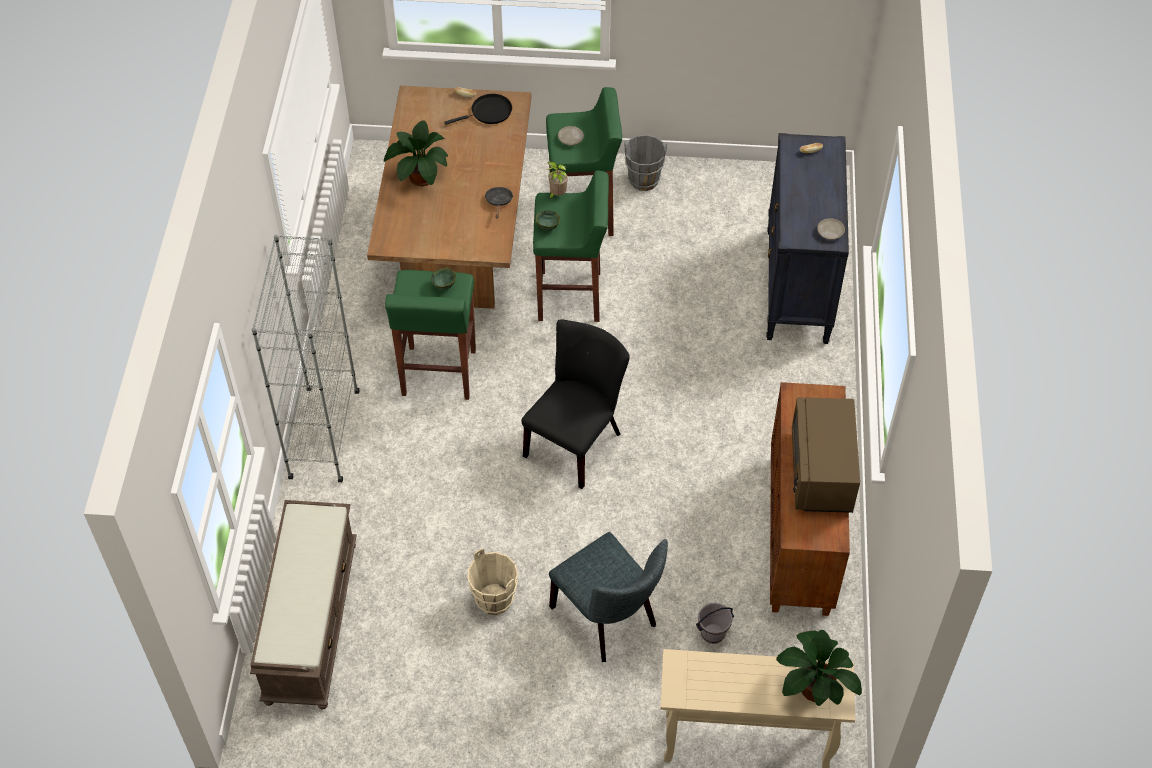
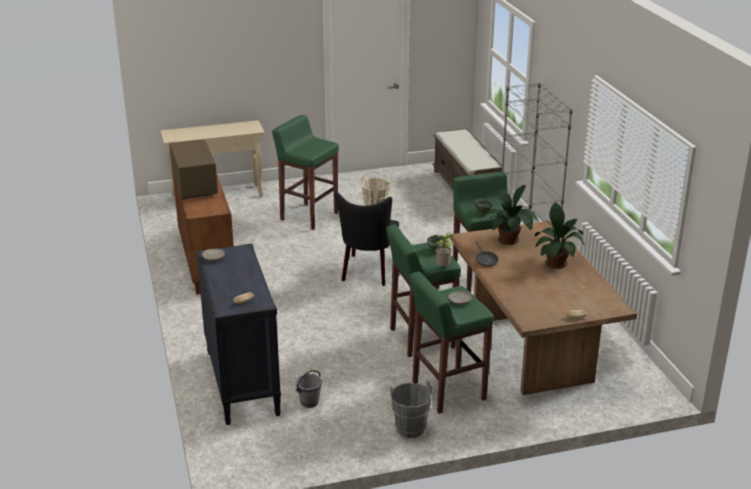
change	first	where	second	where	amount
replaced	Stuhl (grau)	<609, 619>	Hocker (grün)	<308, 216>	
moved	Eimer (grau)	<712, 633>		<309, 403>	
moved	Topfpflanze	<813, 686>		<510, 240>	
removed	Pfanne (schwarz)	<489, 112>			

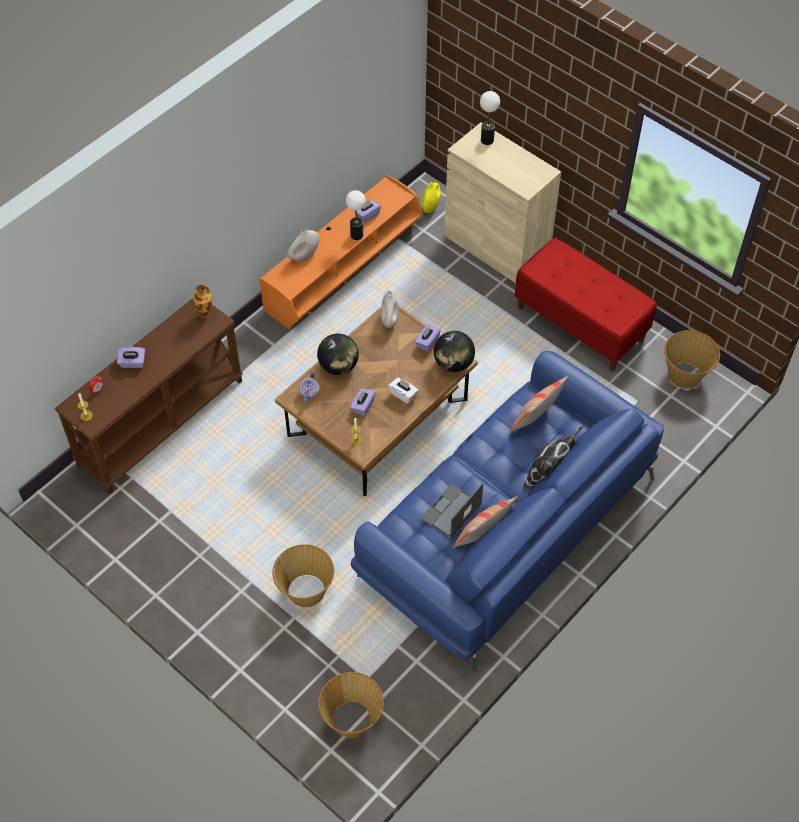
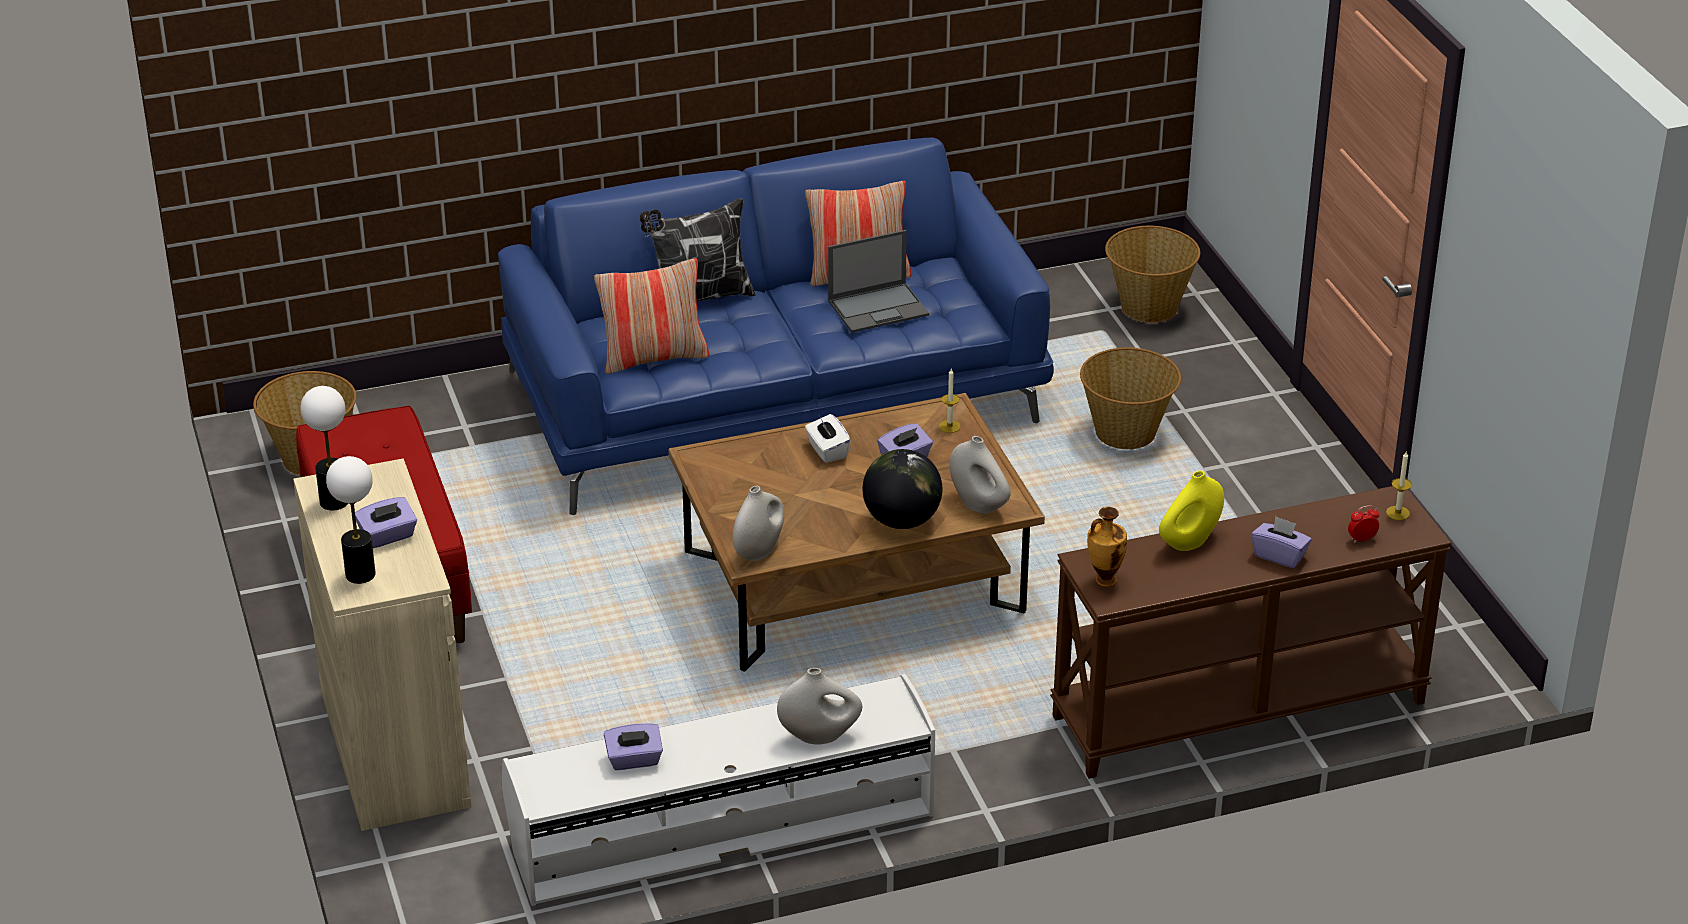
change	first	where	second	where	amount
moved	Tischlampe	<357, 235>		<334, 501>	
moved	Taschentuchbox (lila)	<427, 342>		<388, 536>	
recoloured	Fernsehschrank (orange)	<344, 270>	Fernsehschrank (weiß)	<719, 824>	
replaced	Teekanne	<309, 392>	Vase (weiß)	<979, 504>	
moved	Vase (gelb)	<430, 207>		<1189, 543>	
removed	Globus	<453, 363>			

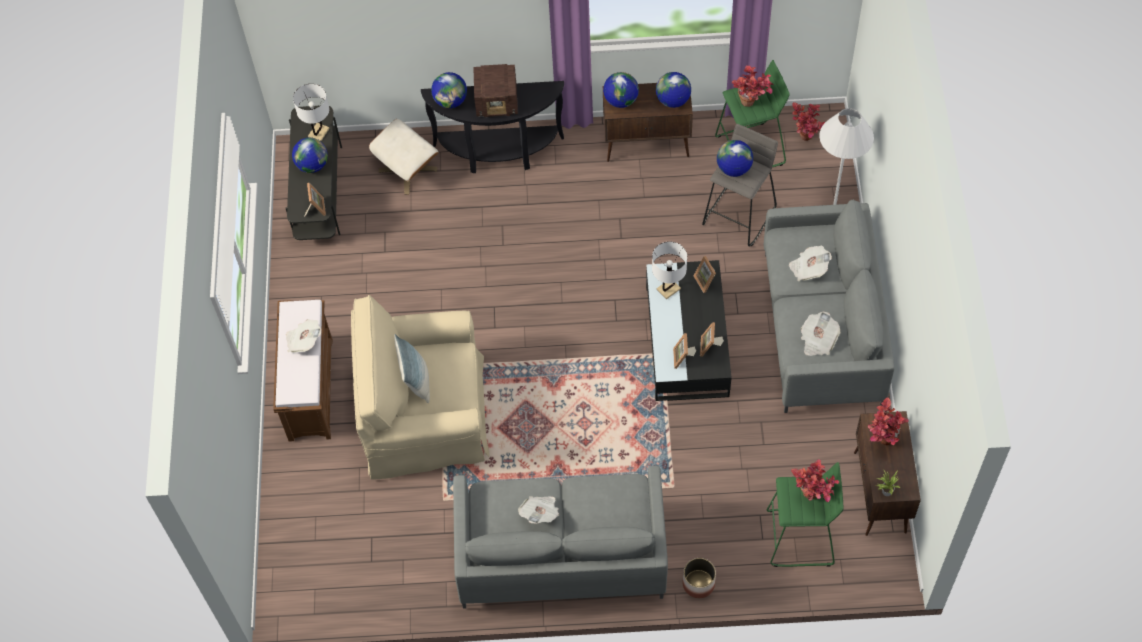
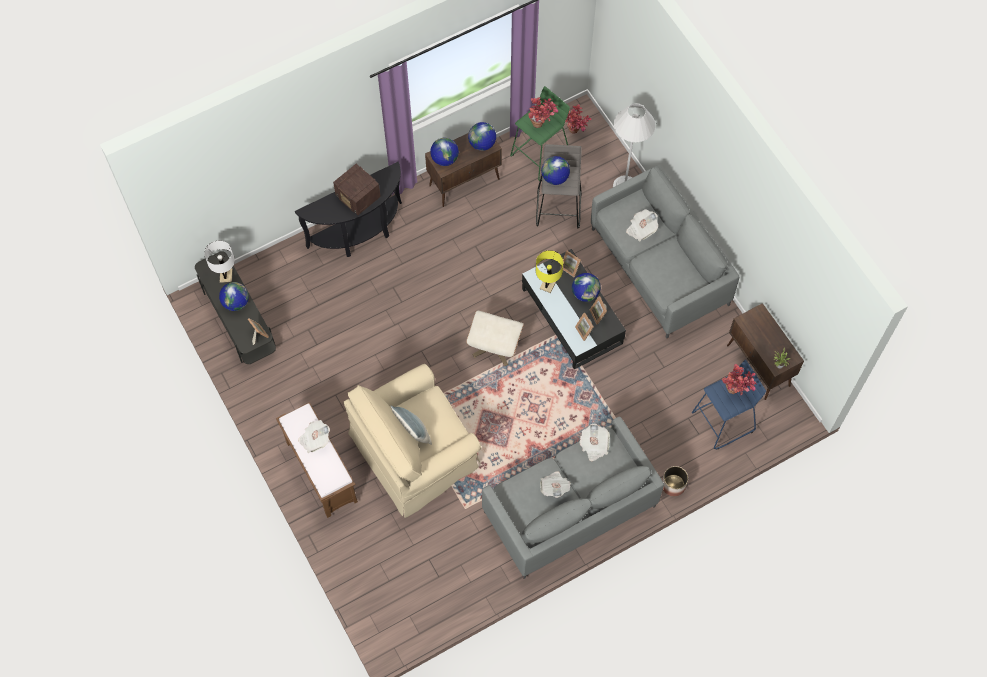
change	first	where	second	where	amount
turned	Radio	<497, 102>		<358, 197>	75 degrees clockwise
moved	Polsterhocker (beige)	<408, 170>		<495, 345>	
recoloured	Tischlampe (weiß)	<668, 289>	Tischlampe (gelb)	<548, 285>	
moved	Globus	<451, 101>		<585, 293>	
moved	Zeitung	<817, 340>		<594, 446>	
recoloured	Hocker (grün)	<800, 538>	Hocker (blau)	<723, 421>	
removed	Topfpflanze	<881, 442>			

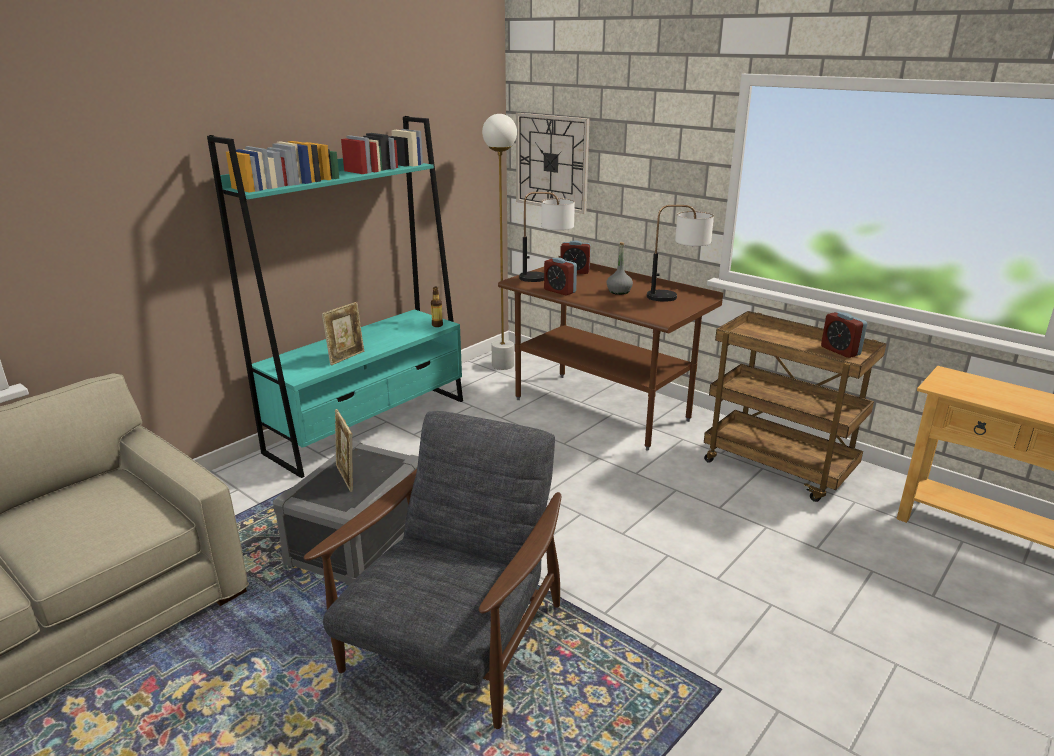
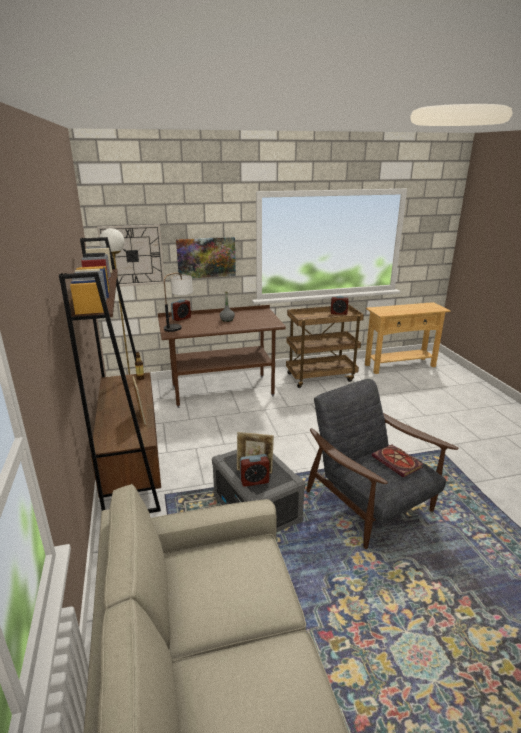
change	first	where	second	where	amount
recoloured	Bücherregal (türkis)	<369, 425>	Bücherregal (braun)	<132, 464>	
added			Bild	<206, 257>	
moved	Wecker	<559, 291>		<254, 481>	
added			Buch	<398, 462>	
removed	Tischlampe	<676, 297>			

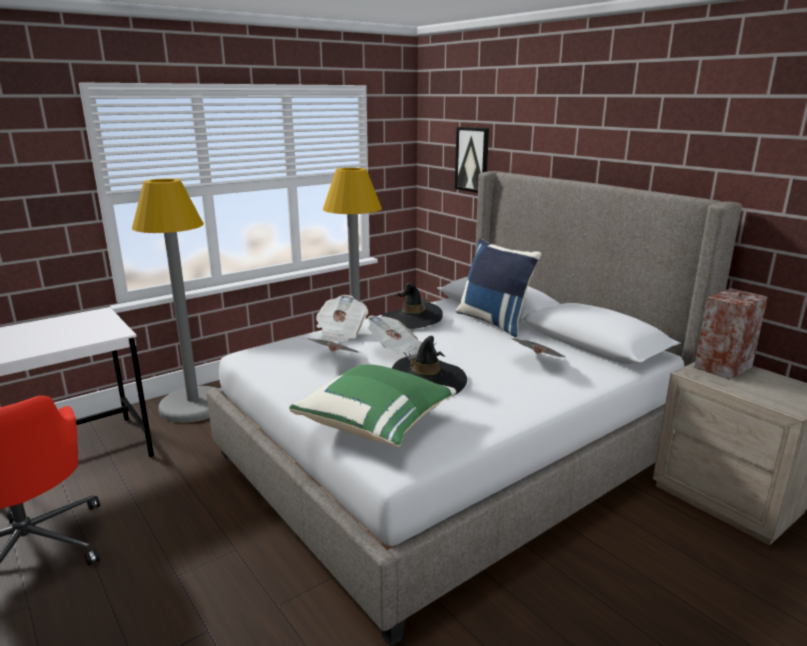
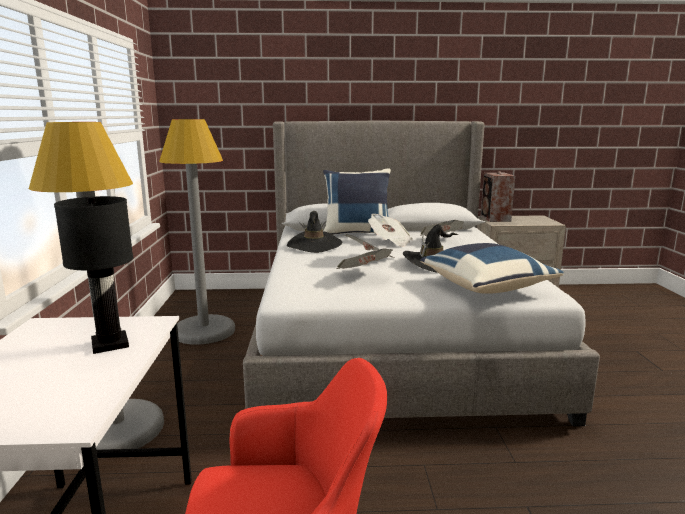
change	first	where	second	where	amount
added			Tischlampe (schwarz)	<110, 344>	
moved	Zeitung	<340, 333>		<390, 242>	
recoloured	Kissen (grün)	<377, 424>	Kissen (blau)	<485, 287>	
removed	Bild	<472, 159>			

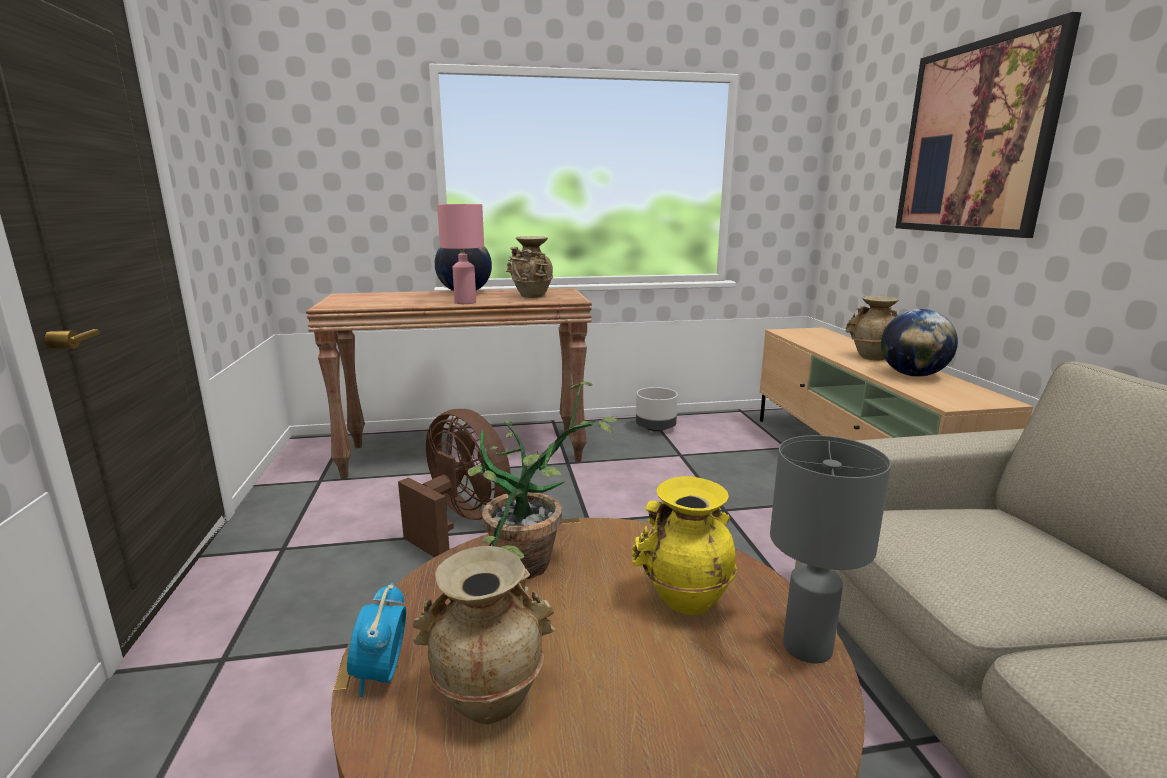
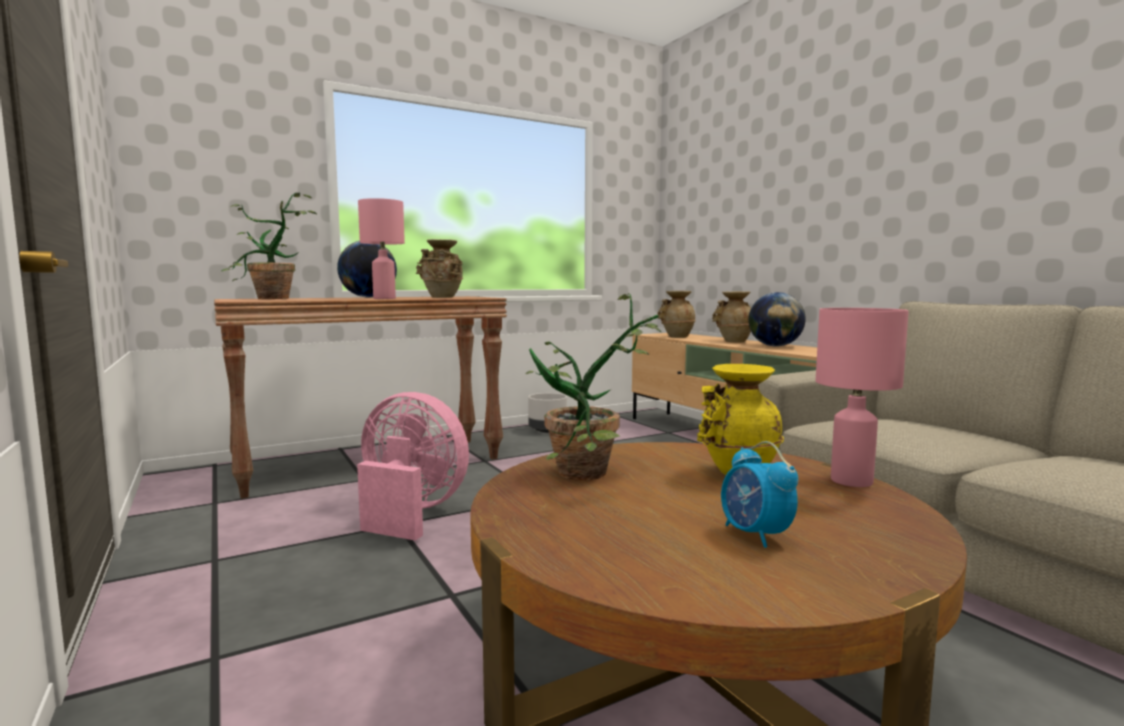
change	first	where	second	where	amount
added			Topfpflanze	<271, 299>	
recoloured	Ventilator (braun)	<460, 522>	Ventilator (rosa)	<410, 513>	
moved	Vase (beige)	<488, 697>		<677, 337>	
moved	Wecker	<381, 674>		<755, 535>	
recoloured	Tischlampe (grau)	<808, 648>	Tischlampe (rosa)	<853, 481>	
removed	Bild	<975, 139>			

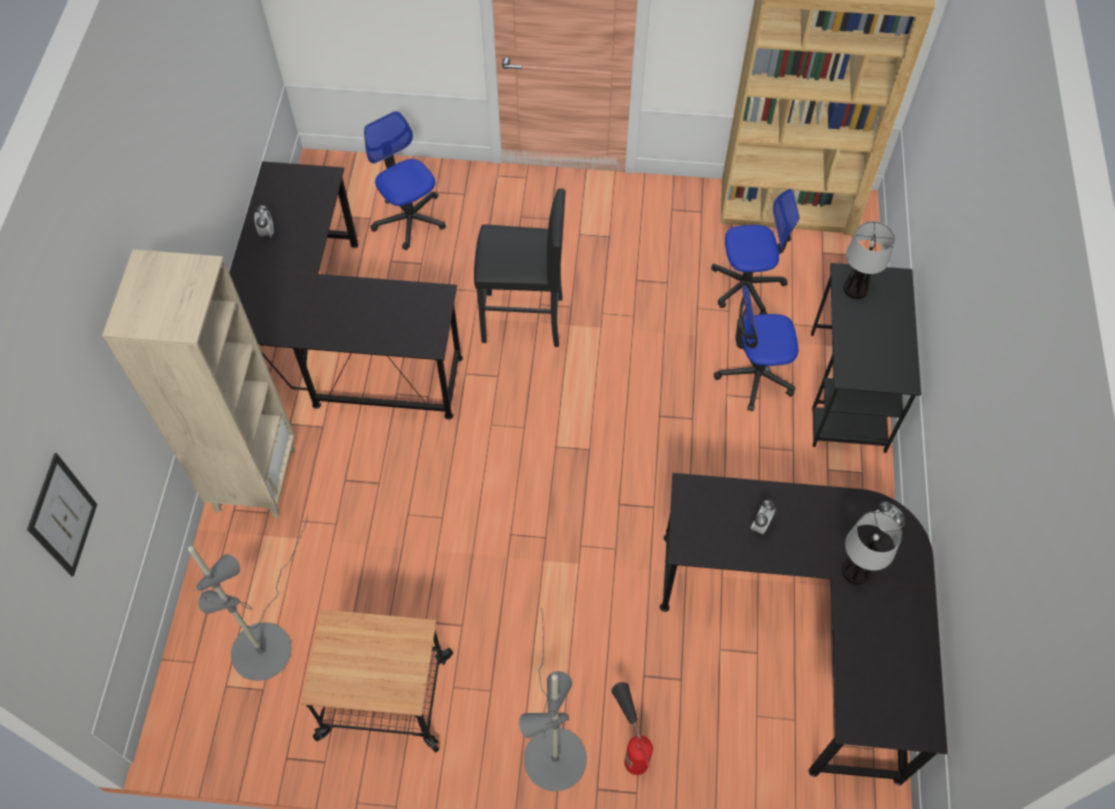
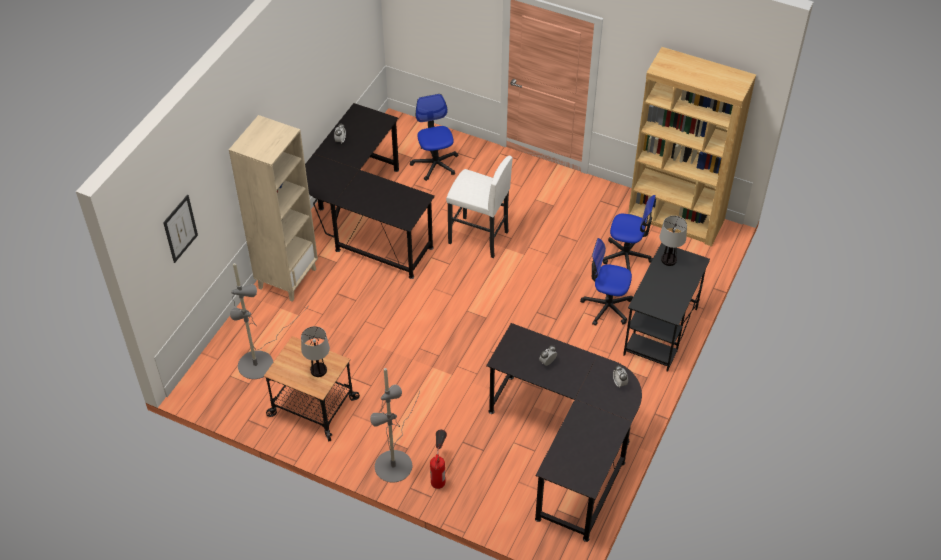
change	first	where	second	where	amount
moved	Tischlampe	<856, 572>		<318, 370>	
recoloured	Hocker (schwarz)	<522, 320>	Hocker (weiß)	<478, 238>	

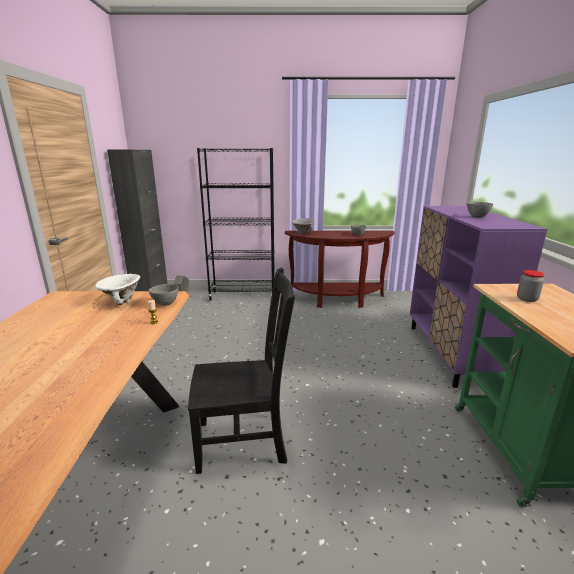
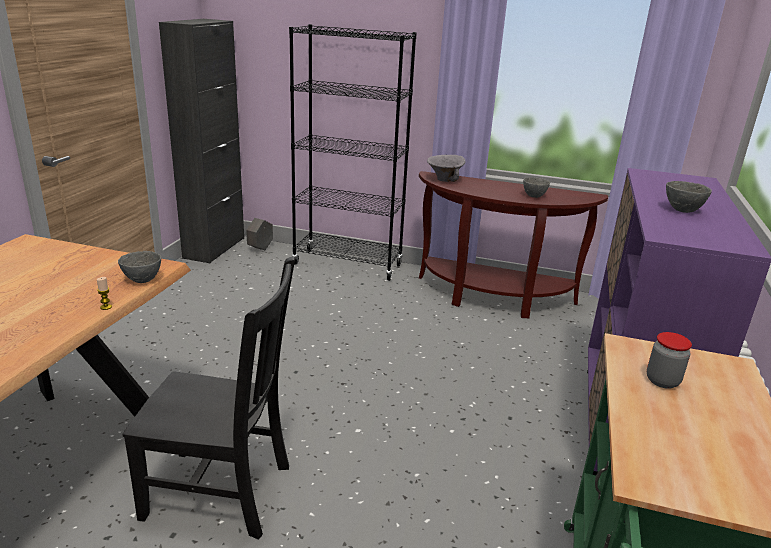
change	first	where	second	where	amount
removed	Schüssel (weiß)	<120, 301>			

